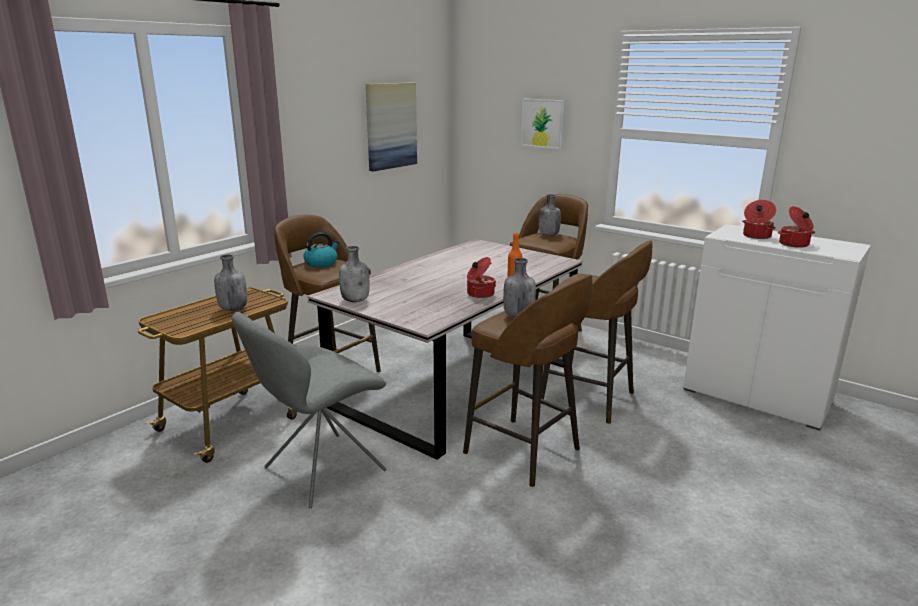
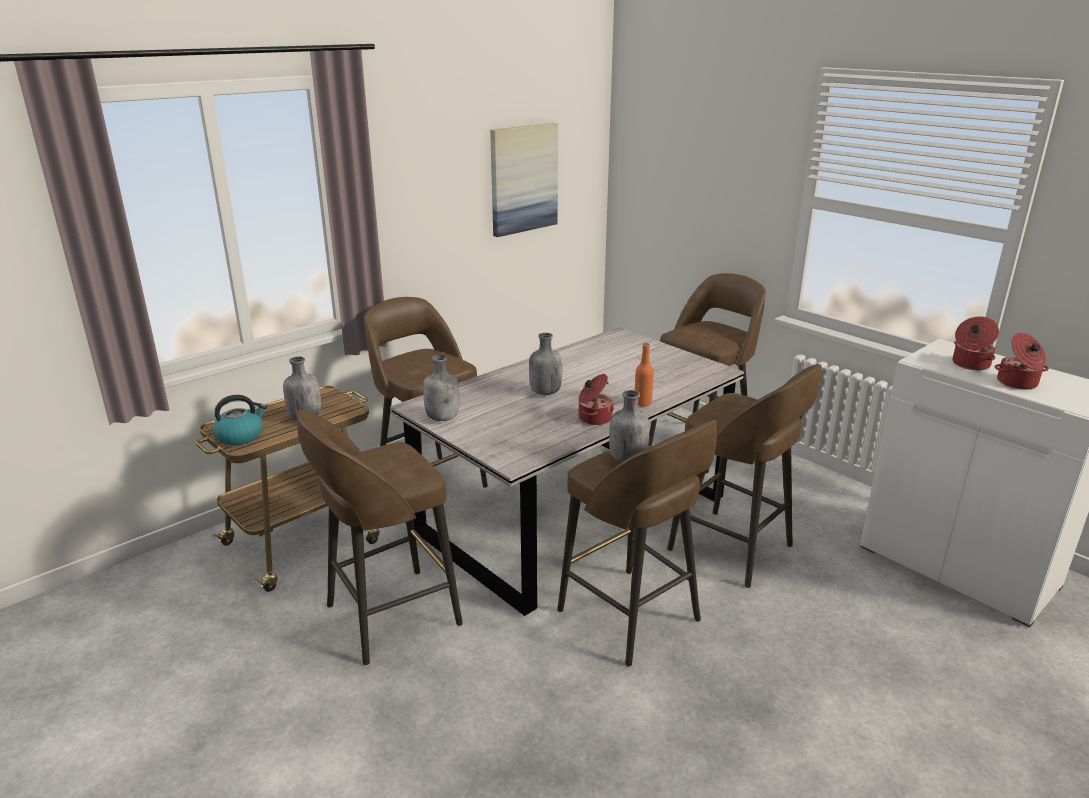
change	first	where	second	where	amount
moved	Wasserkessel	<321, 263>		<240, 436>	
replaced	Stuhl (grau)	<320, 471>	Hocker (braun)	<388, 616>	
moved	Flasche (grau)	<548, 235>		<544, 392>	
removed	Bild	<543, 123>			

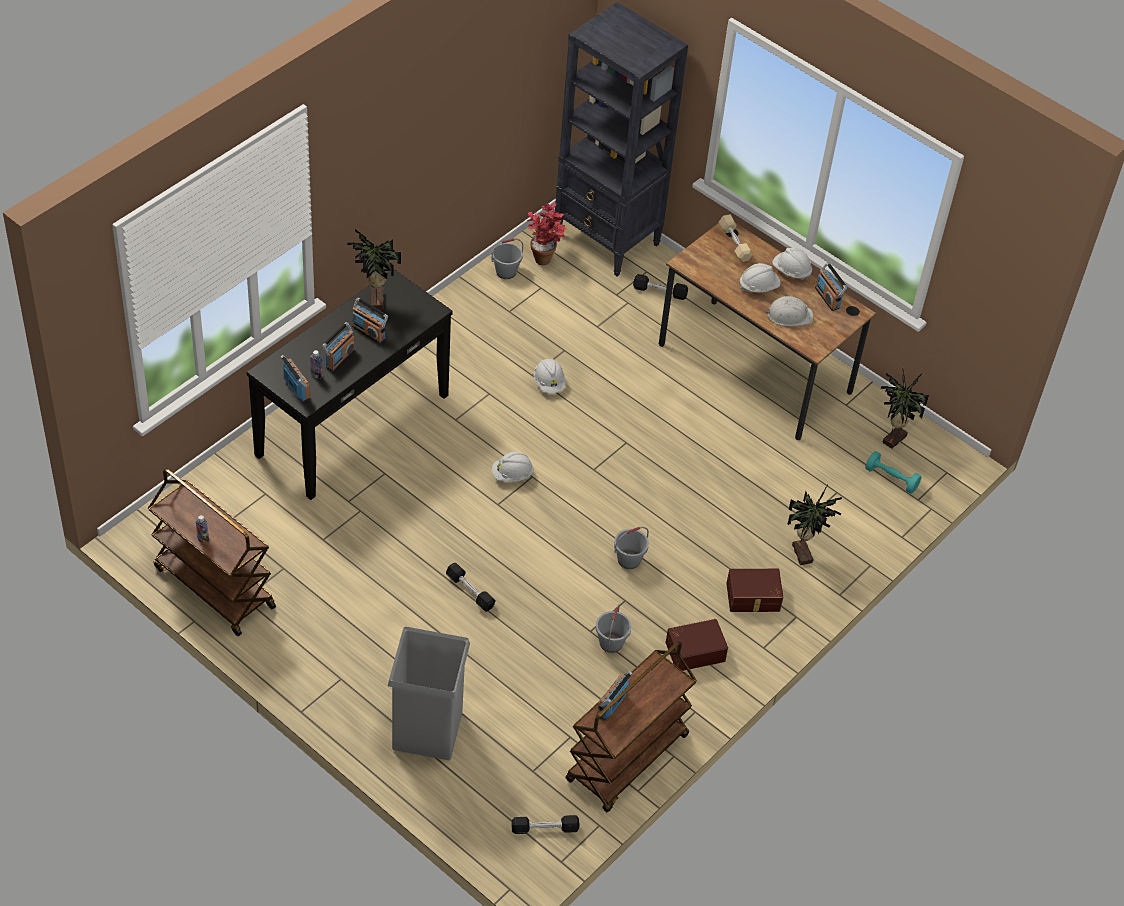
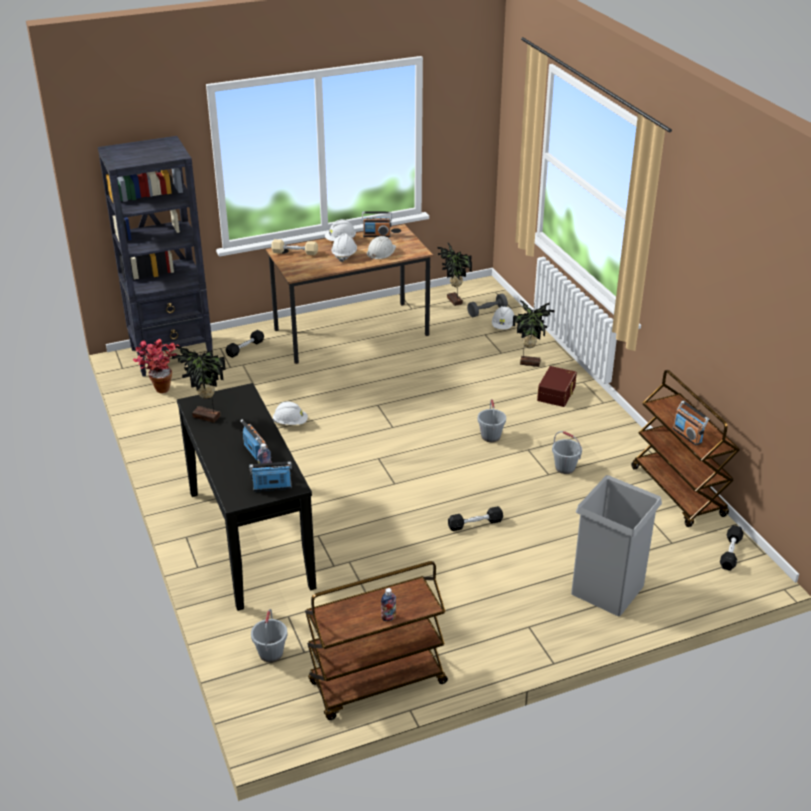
change	first	where	second	where	amount
moved	Eimer (grau)	<506, 271>		<270, 653>	
recoloured	Hantel (türkis)	<891, 478>	Hantel (grau)	<487, 311>	
moved	Schutzhelm (weiß)	<512, 475>		<503, 326>	
removed	Radio	<369, 332>			
removed	Aufbewahrungsbox (braun)	<694, 650>			

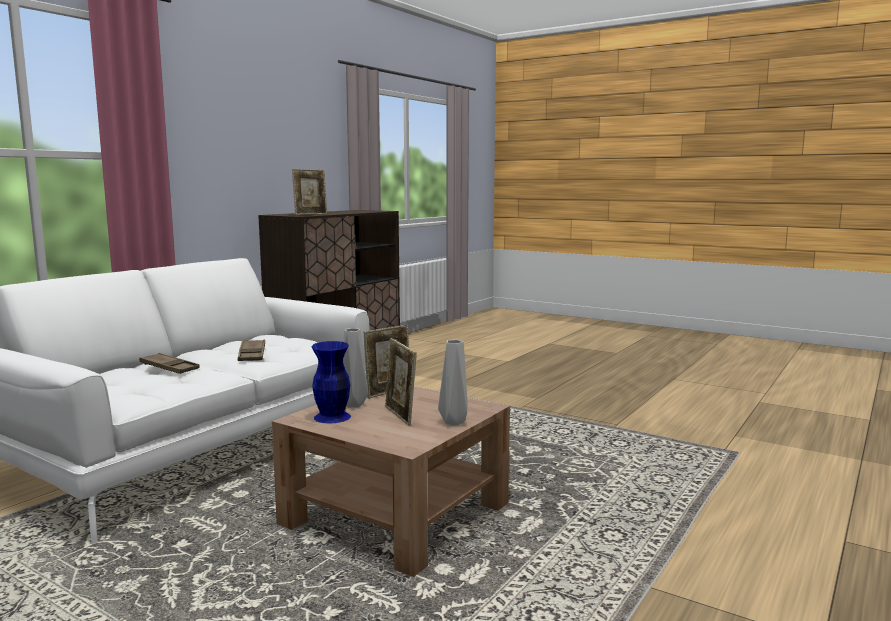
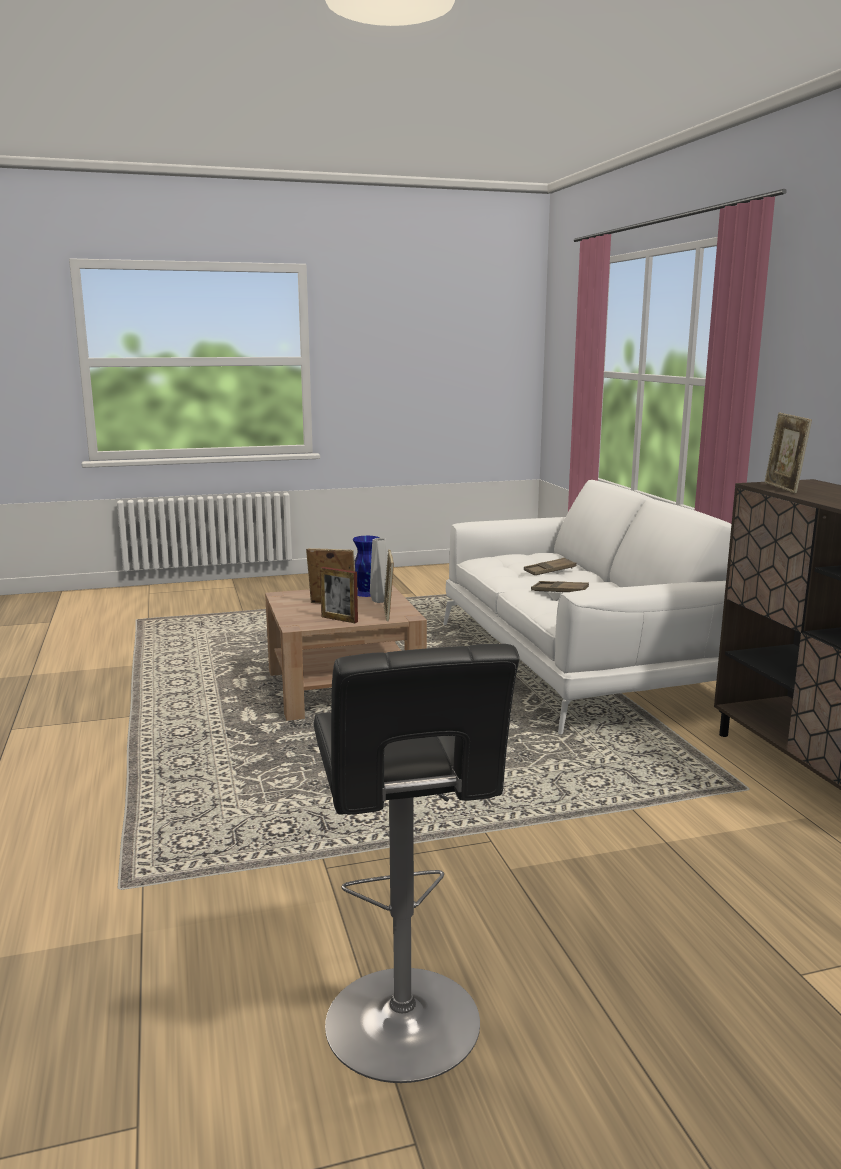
change	first	where	second	where	amount
added			Hocker (schwarz)	<406, 1030>	
added			Bilderrahmen	<339, 619>	
removed	Vase (grau)	<453, 421>			

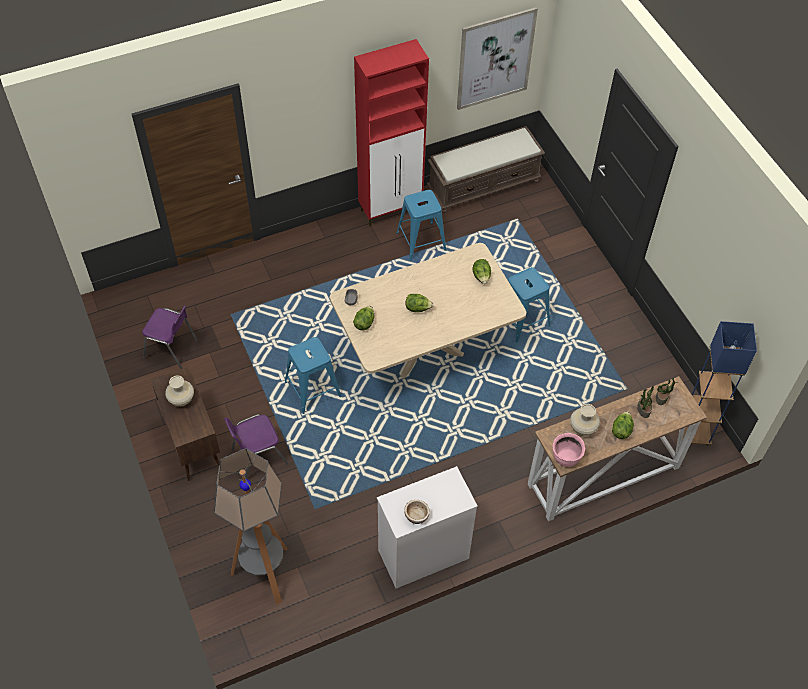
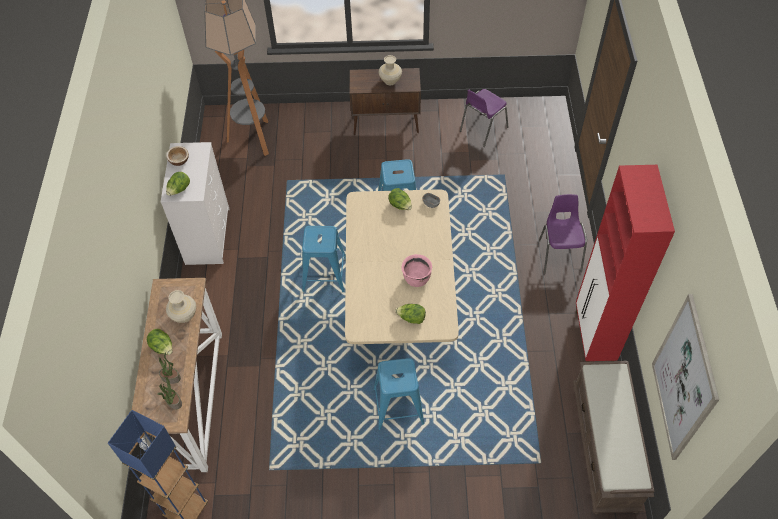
change	first	where	second	where	amount
moved	Salatkopf	<418, 308>		<179, 190>	
moved	Hocker (blau)	<421, 241>		<325, 275>	
moved	Kochtopf (rosa)	<566, 458>		<416, 278>	
moved	Stuhl (lila)	<258, 456>		<559, 254>	

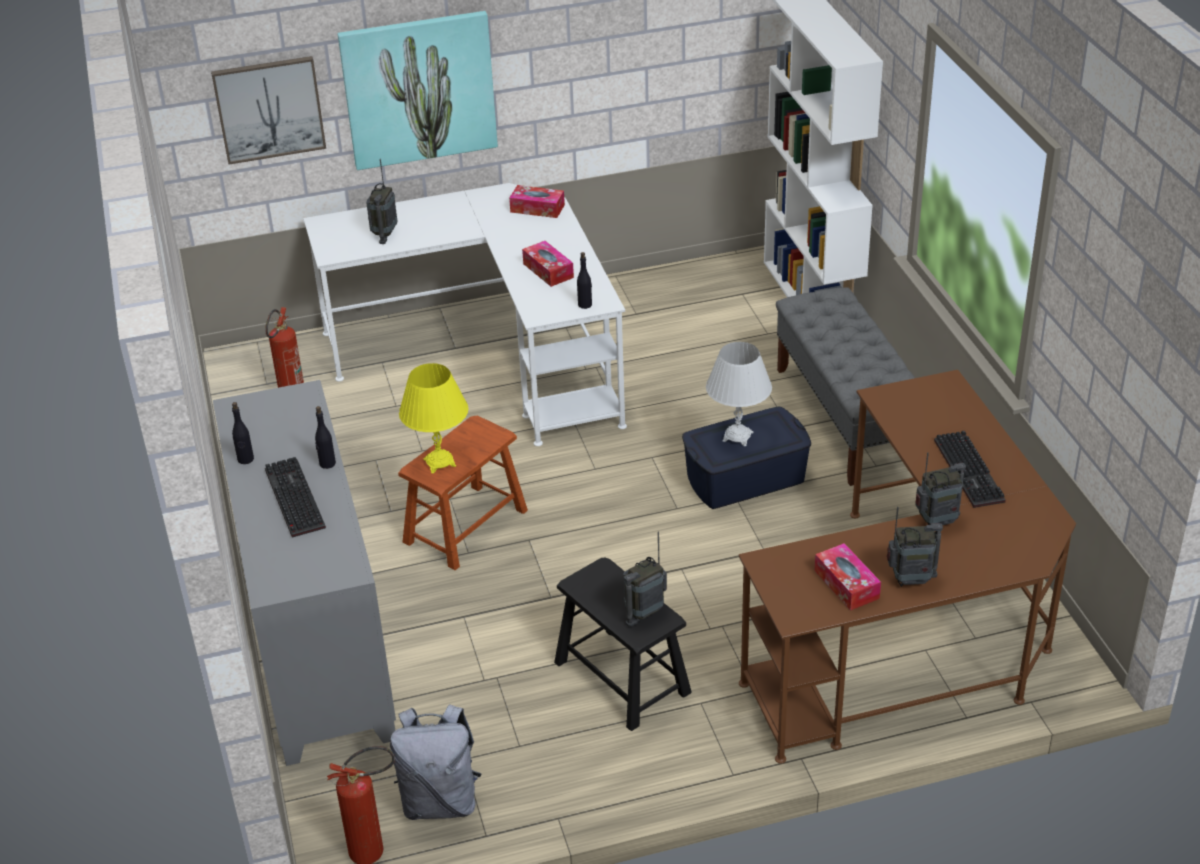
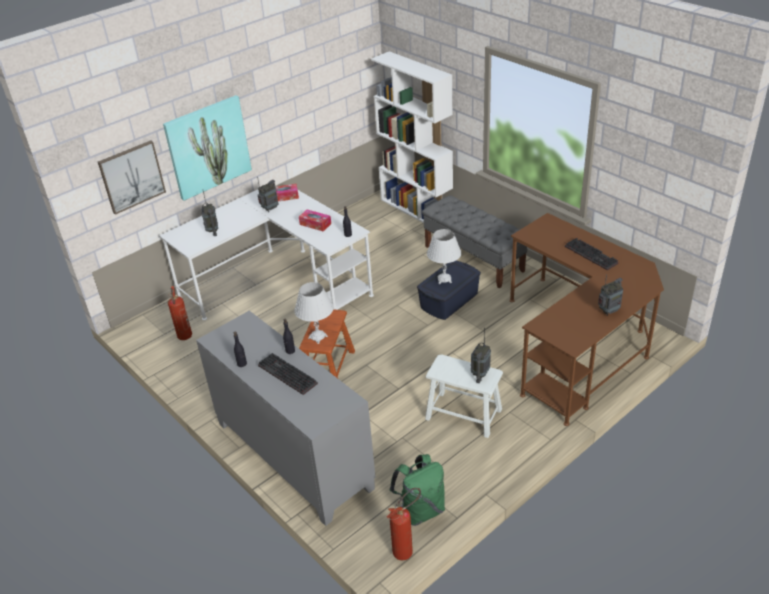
change	first	where	second	where	amount
moved	Radio	<937, 522>		<270, 209>	
recoloured	Tischlampe (gelb)	<439, 462>	Tischlampe (weiß)	<317, 337>	
recoloured	Rucksack (grau)	<440, 801>	Rucksack (grün)	<421, 510>	
recoloured	Hocker (schwarz)	<622, 677>	Hocker (weiß)	<463, 414>	
removed	Taschentuchbox	<846, 584>			

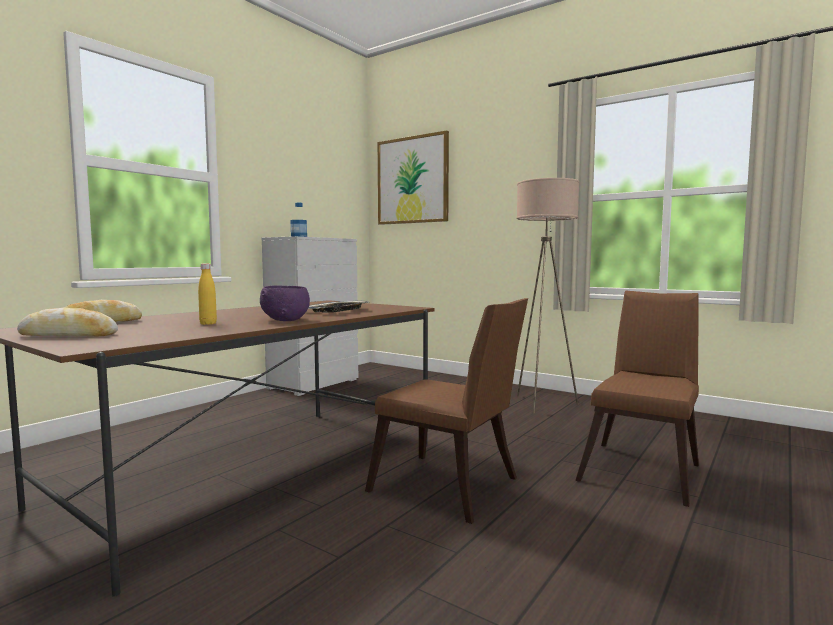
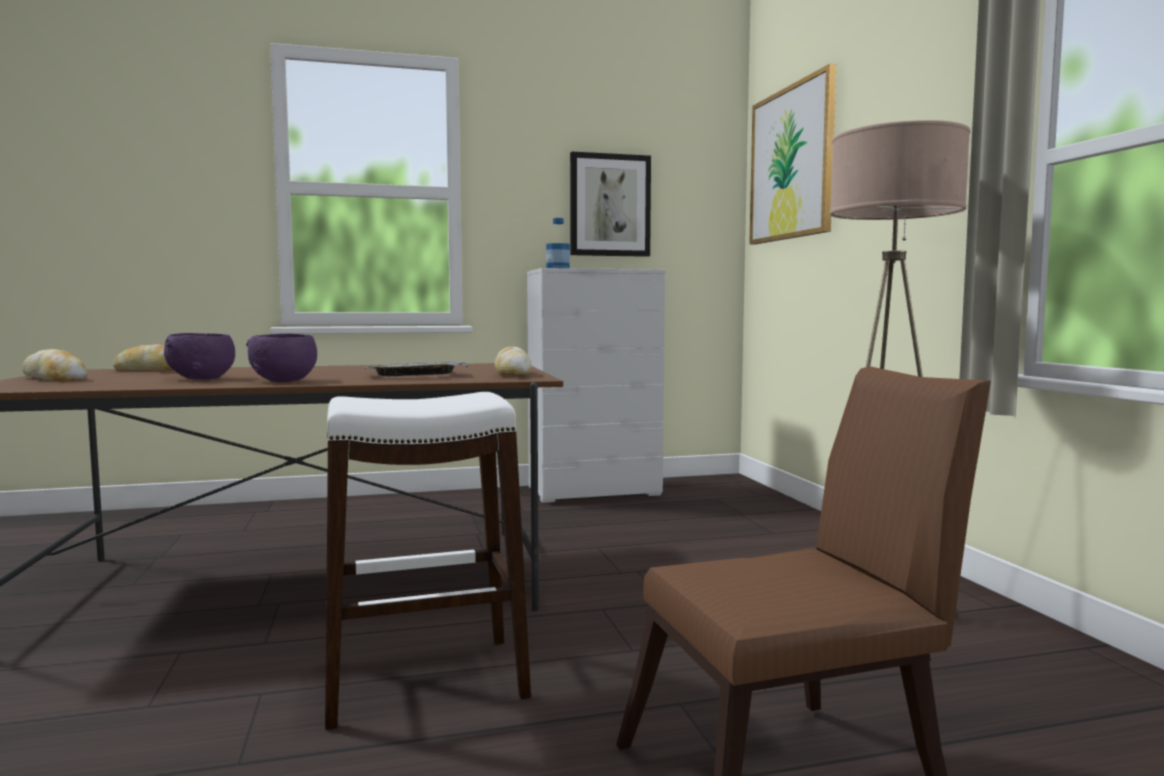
change	first	where	second	where	amount
replaced	Flasche (gelb)	<208, 324>	Schüssel (lila)	<203, 378>	
replaced	Stuhl (braun)	<450, 489>	Hocker (weiß)	<423, 680>	
added			Brot	<512, 374>	
added			Bild	<609, 205>	

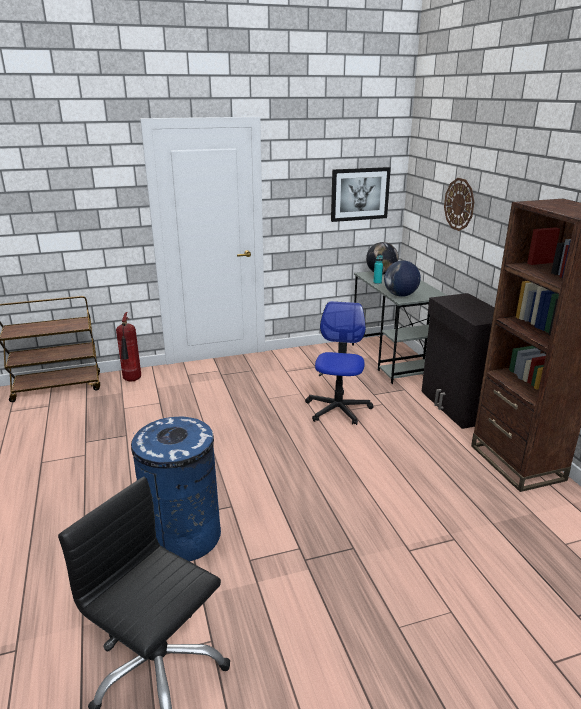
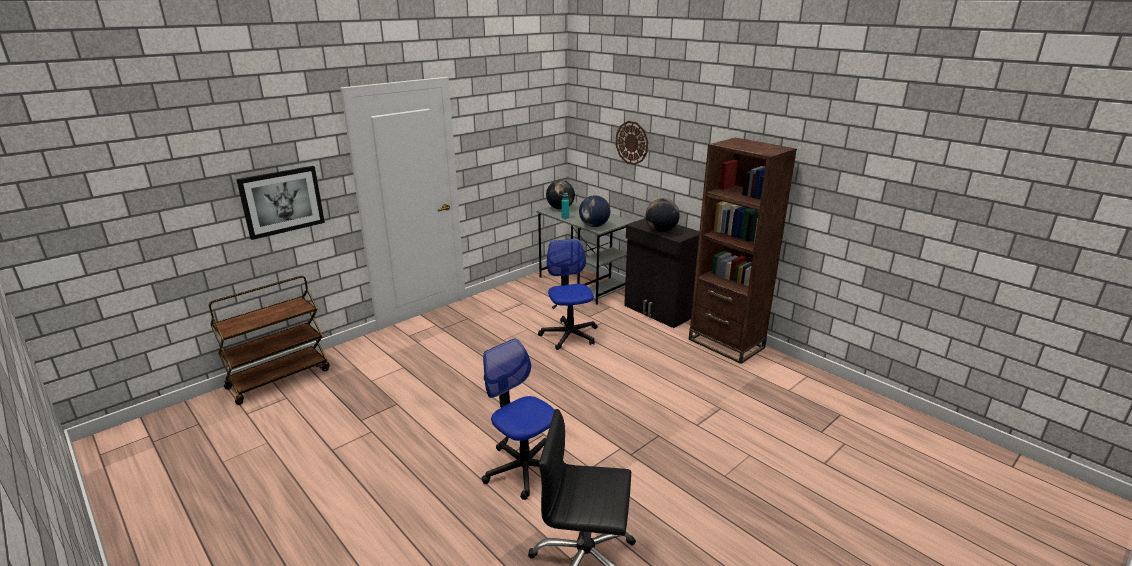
change	first	where	second	where	amount
moved	Bild	<359, 194>		<282, 201>	
replaced	Mülleimer (blau)	<183, 536>	Bürostuhl	<523, 468>	
added			Globus	<661, 231>	
removed	Feuerlöscher	<132, 380>			

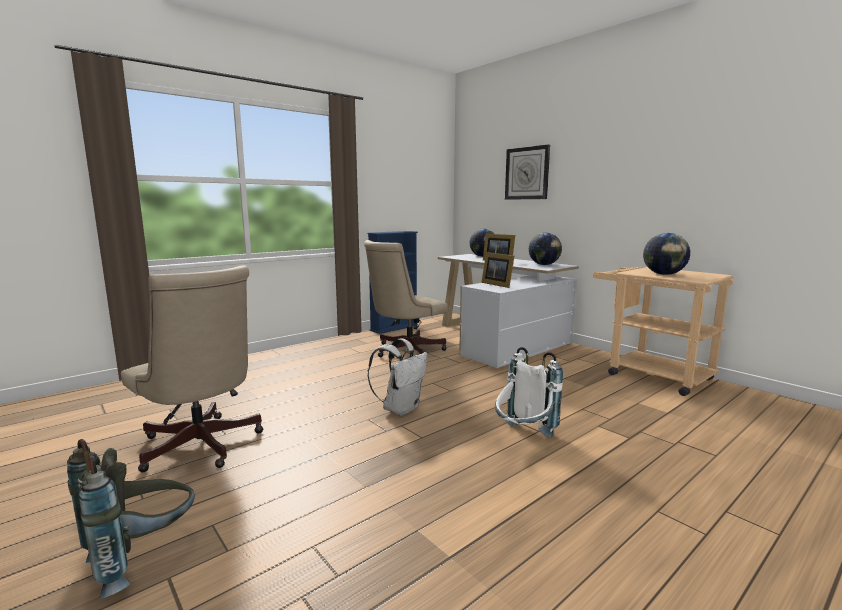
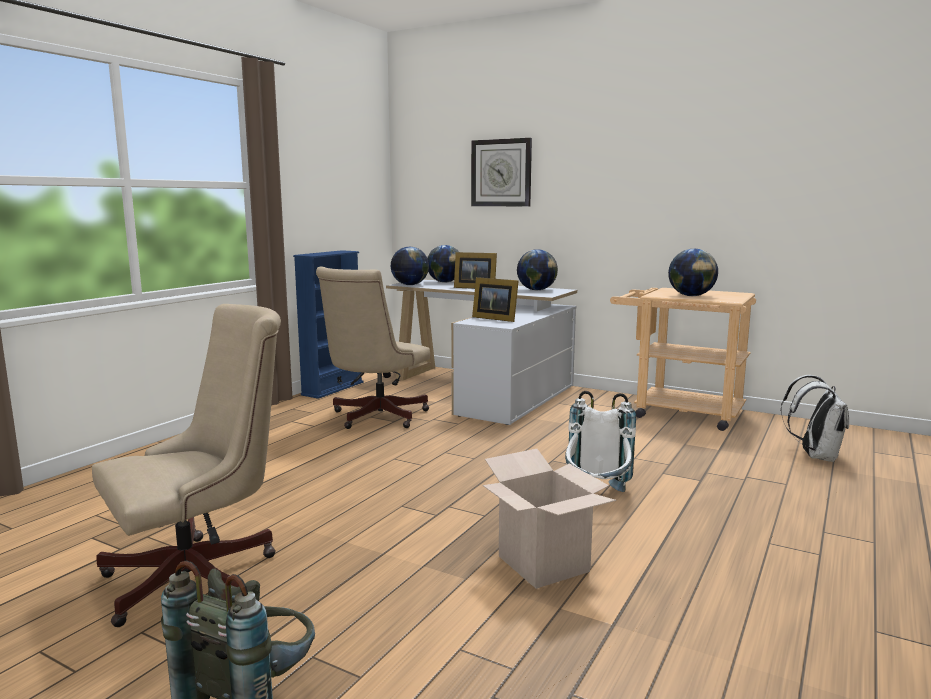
change	first	where	second	where	amount
turned	Bürostuhl (beige)	<202, 448>		<202, 576>	60 degrees counterclockwise
added			Globus	<410, 285>	
added			Karton	<543, 564>	
moved	Rucksack (weiß)	<401, 408>		<815, 456>	

